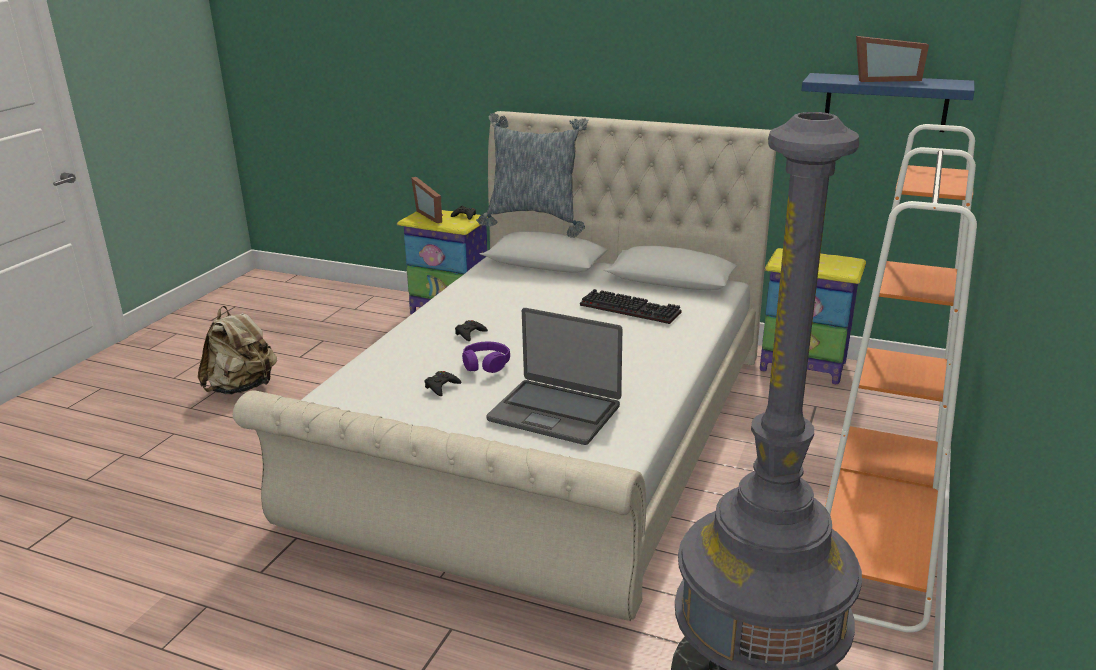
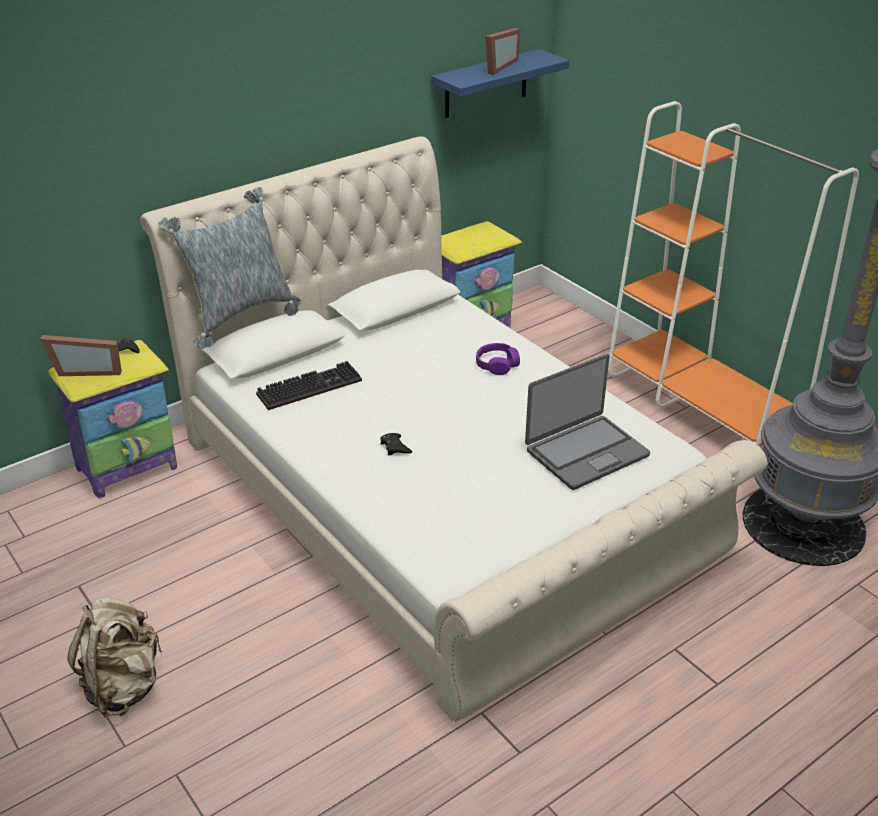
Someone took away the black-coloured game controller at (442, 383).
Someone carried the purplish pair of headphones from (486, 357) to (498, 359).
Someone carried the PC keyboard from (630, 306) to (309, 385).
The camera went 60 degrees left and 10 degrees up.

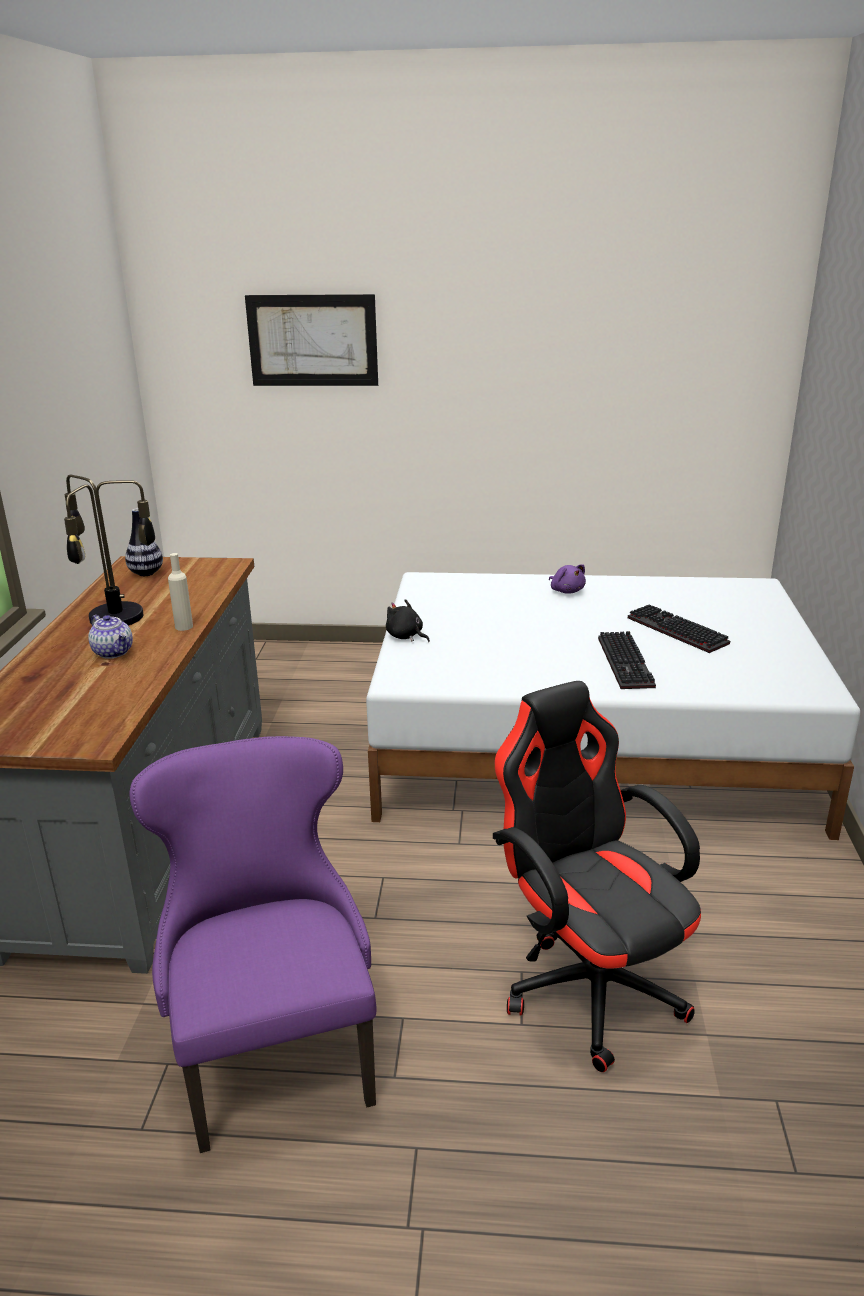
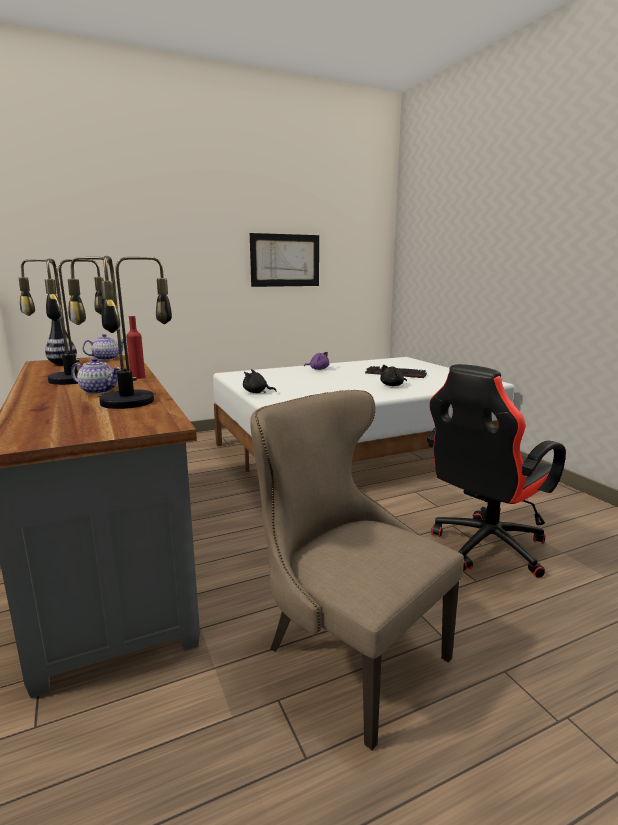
Someone put down the table lamp at (120, 332).
Someone put down the teapot at (103, 347).
Someone carried the picture from (311, 340) to (284, 260).
Someone swapped the PC keyboard at (627, 660) for the black-coloured cuddly toy at (393, 375).
Someone repainted the purplish plain chair at (253, 944), which became the beige-coloured plain chair at (357, 570).
Someone repainted the beige-coloured beverage bottle at (180, 592), which became the reddish beverage bottle at (135, 347).
Someone rotated the black-coloured desk chair at (597, 876) by 75 degrees counterclockwise.
The camera went 30 degrees left and 10 degrees down.

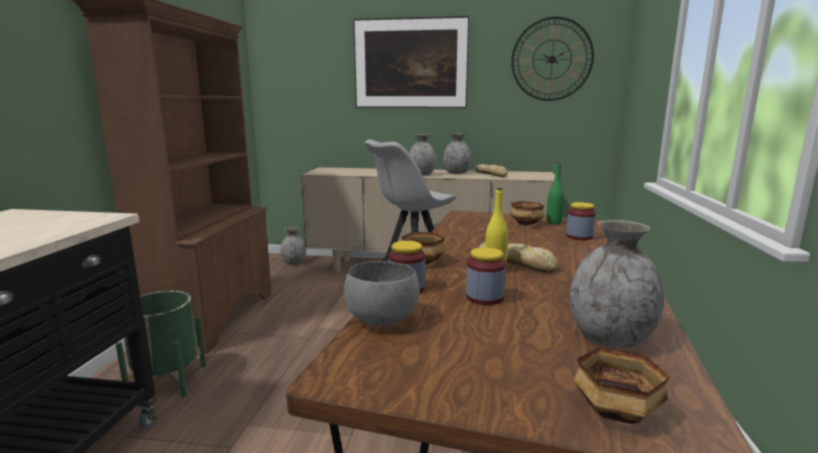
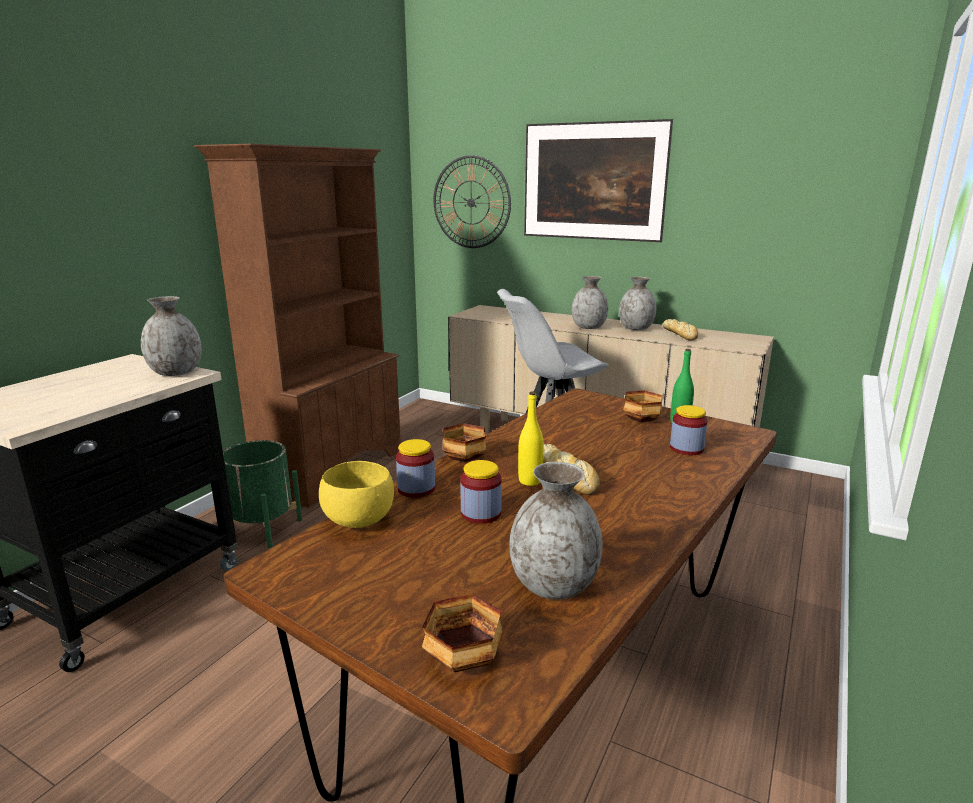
Someone carried the greyish decorative vase from (293, 245) to (171, 336).
Someone carried the clock on the wall from (552, 59) to (472, 201).
Someone repainted the greyish bowl at (382, 293), which became the yellow-coloured bowl at (356, 494).
The camera went 20 degrees right and 5 degrees up.

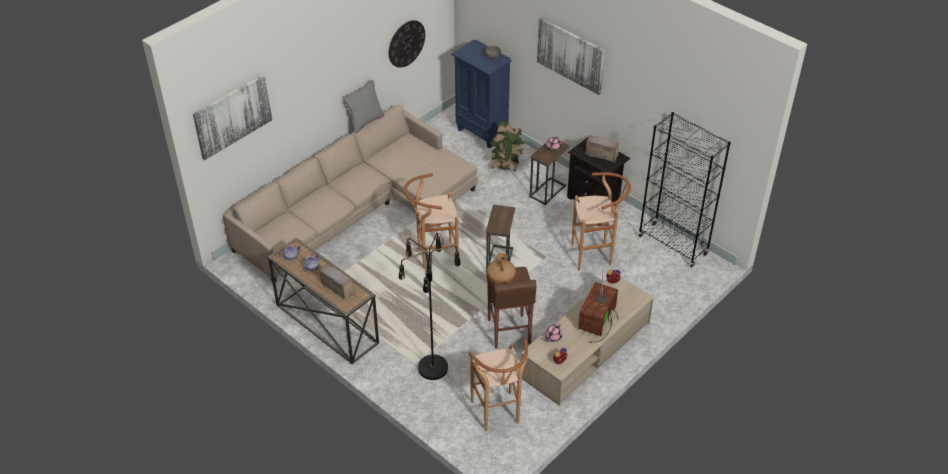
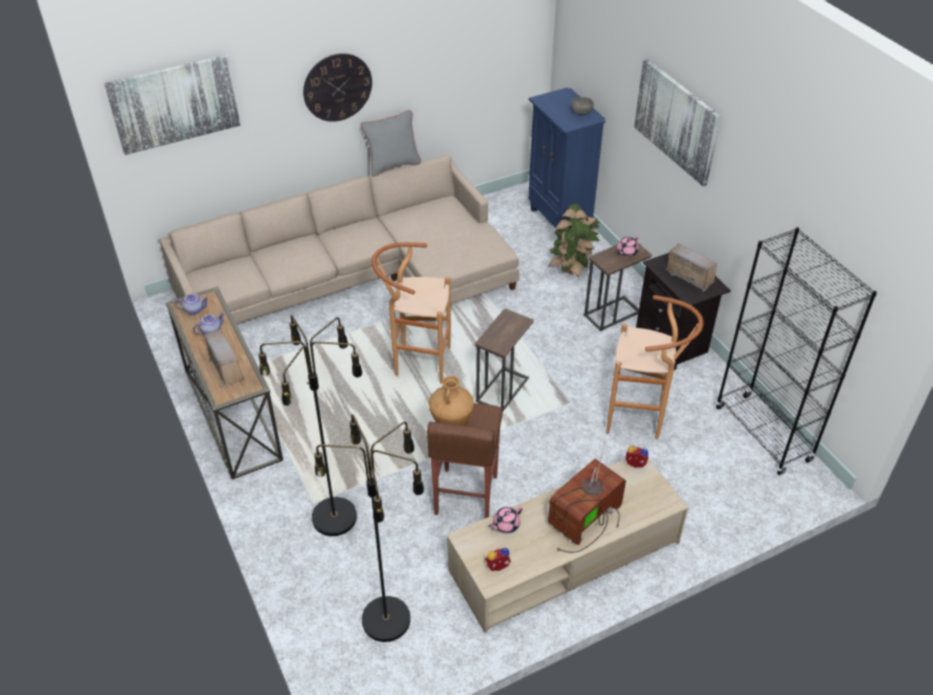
Someone carried the clock on the wall from (407, 44) to (337, 87).
Someone swapped the brownish sitting stool at (498, 385) for the standing lamp at (369, 528).
The camera went 20 degrees right and 0 degrees up.

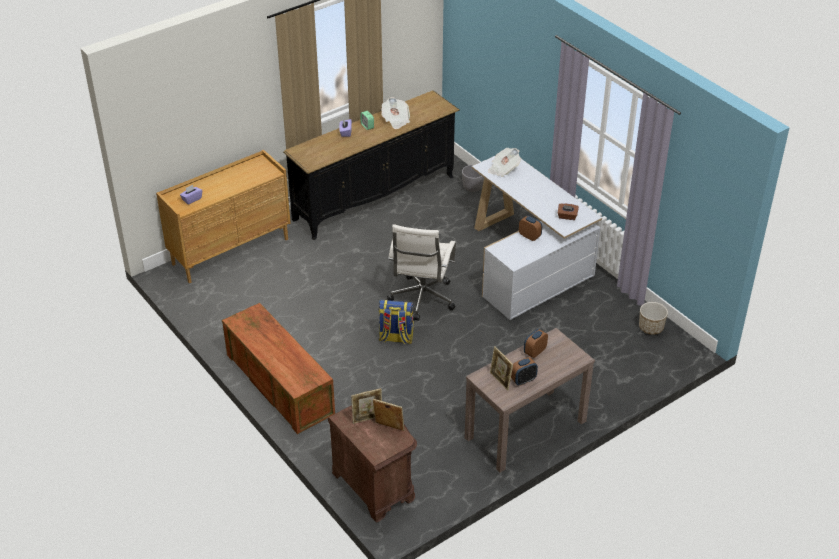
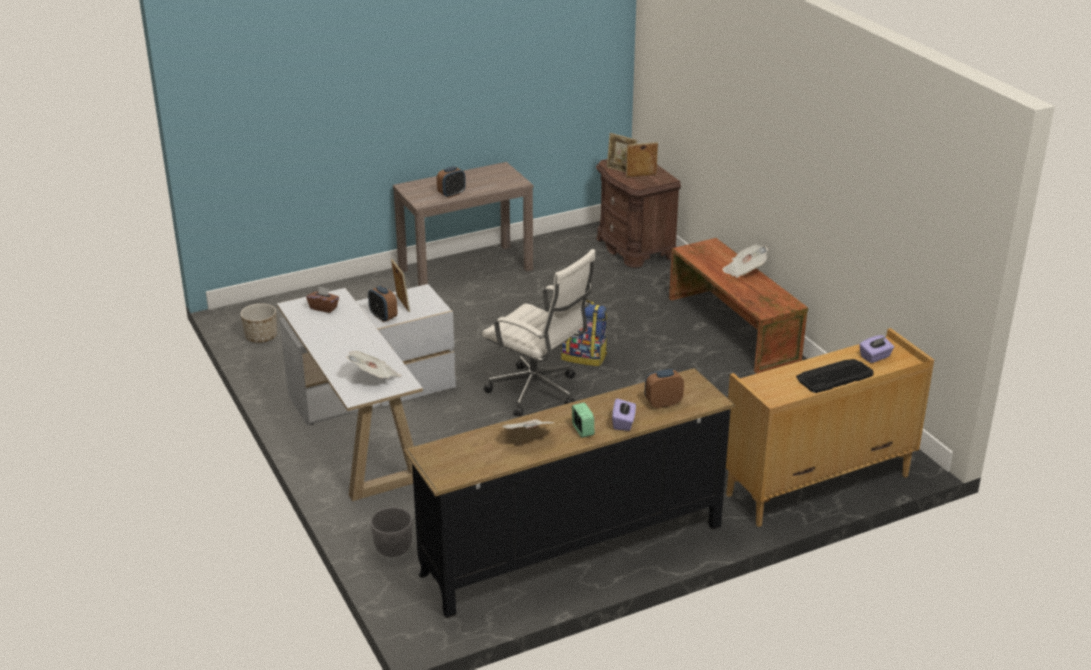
Someone put down the printed paper at (745, 261).
Someone put down the PC keyboard at (835, 376).
Someone carried the picture frame from (501, 368) to (400, 285).
Someone carried the bedside clock from (524, 371) to (664, 388).
Someone rotated the whitish desk chair at (421, 272) by 105 degrees clockwise.
The camera went 170 degrees left and 10 degrees down.

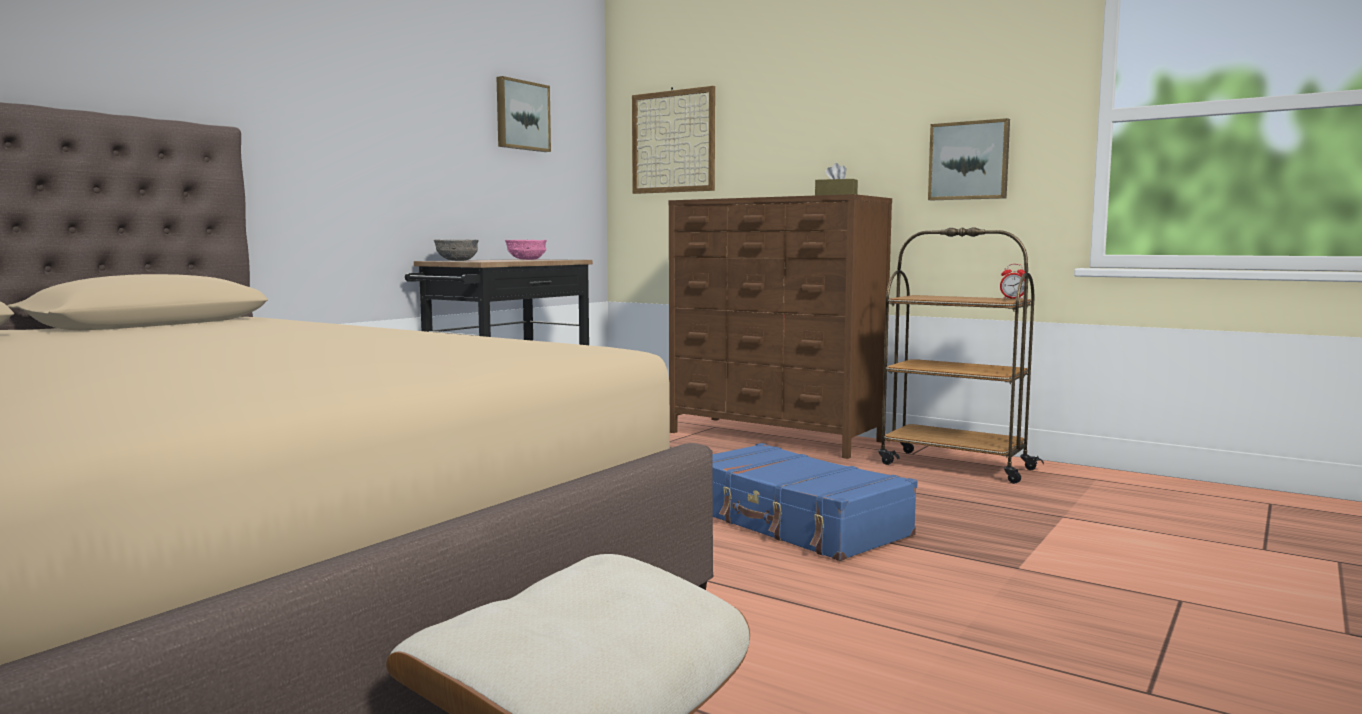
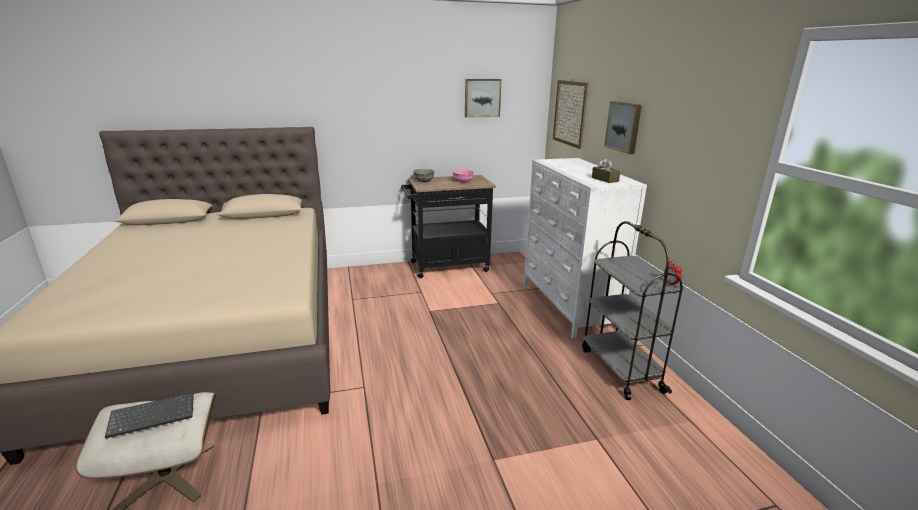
Someone took away the blue-coloured travel case at (815, 502).
Someone put down the PC keyboard at (149, 416).
Someone carried the picture from (969, 159) to (623, 127).
Someone repainted the brownish drawer chest at (780, 326), which became the whitish drawer chest at (585, 248).
Someone repainted the brownish trolley at (961, 355), which became the greyish trolley at (632, 310).
The camera went 40 degrees right and 15 degrees up.

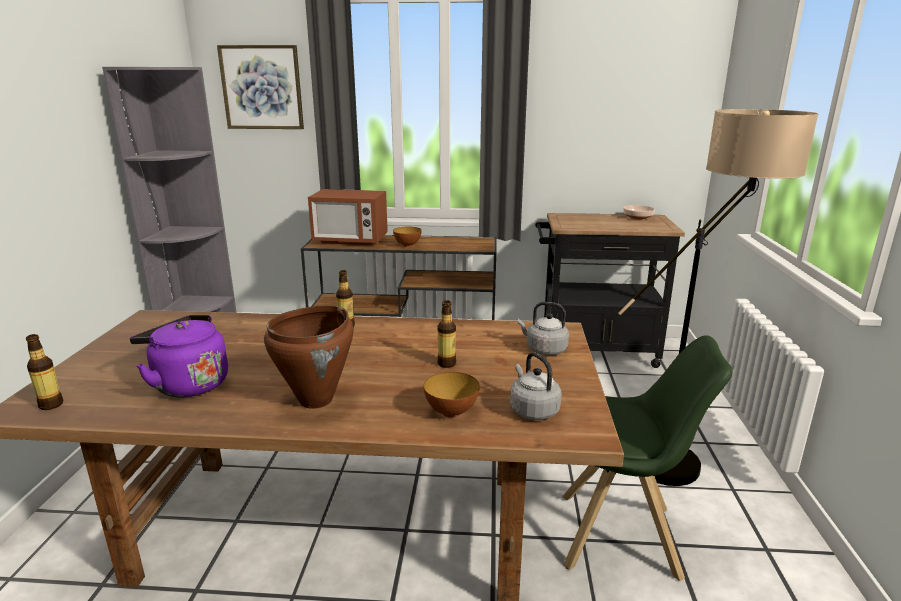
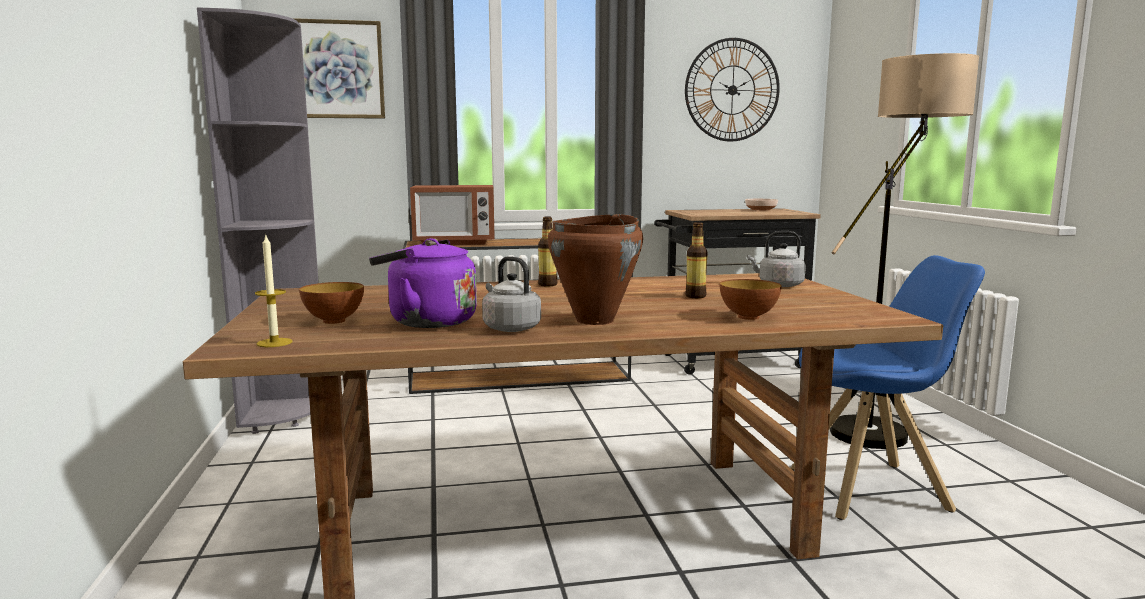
Someone put up the clock on the wall at (732, 90).
Someone carried the bowl from (407, 237) to (331, 303).
Someone carried the greyish kettle from (536, 386) to (511, 294).
Someone swapped the beverage bottle at (44, 372) for the wax candle at (274, 291).
Someone repainted the green-coloured plain chair at (647, 458), which became the blue-coloured plain chair at (888, 387).
The camera went 15 degrees left and 10 degrees down.

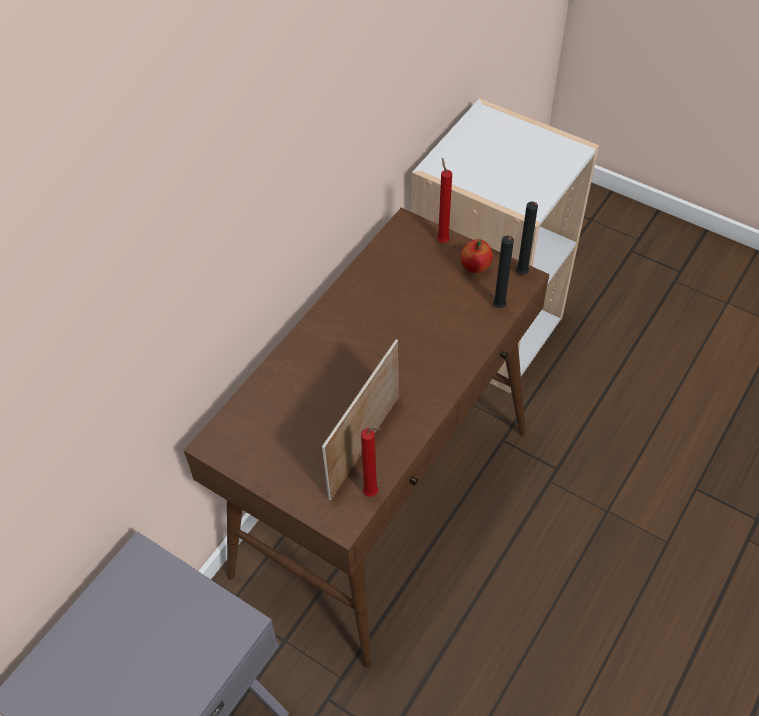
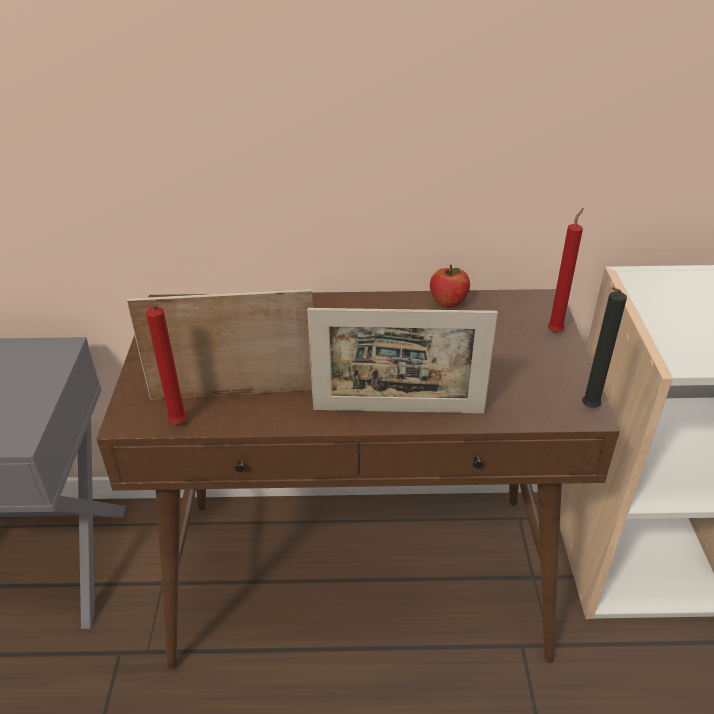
Someone took away the black-coloured wax candle at (503, 272).
Someone put down the picture frame at (402, 360).
Someone carried the apple fruit from (476, 256) to (450, 286).
The camera went 55 degrees right and 15 degrees down.

